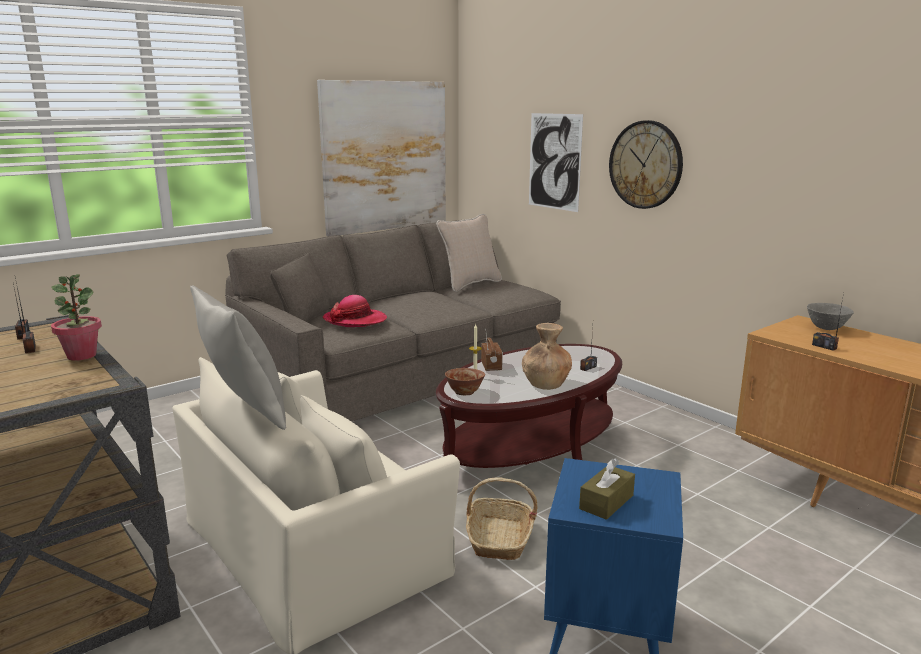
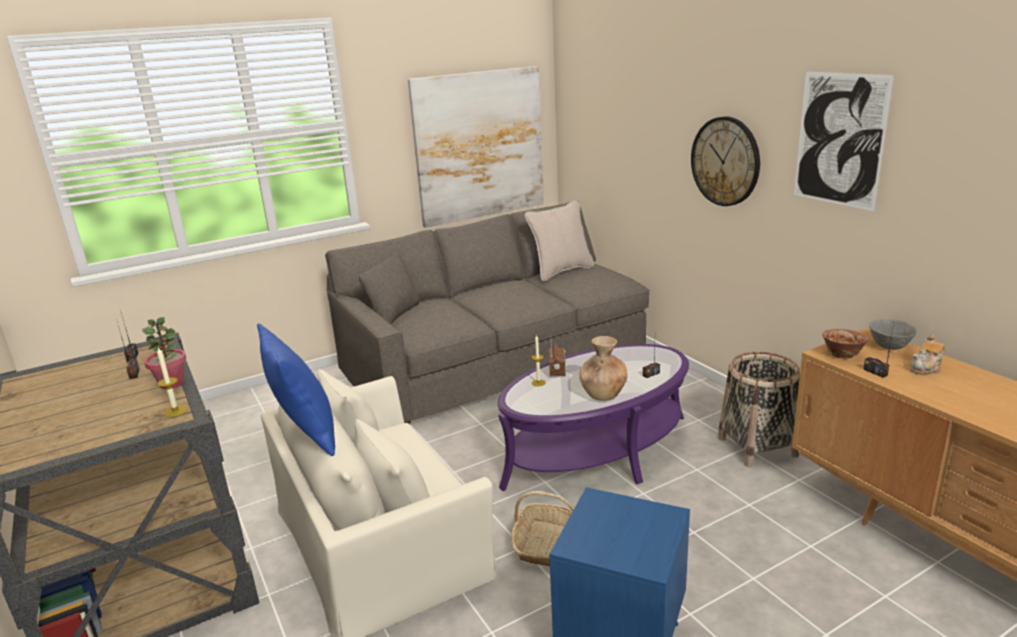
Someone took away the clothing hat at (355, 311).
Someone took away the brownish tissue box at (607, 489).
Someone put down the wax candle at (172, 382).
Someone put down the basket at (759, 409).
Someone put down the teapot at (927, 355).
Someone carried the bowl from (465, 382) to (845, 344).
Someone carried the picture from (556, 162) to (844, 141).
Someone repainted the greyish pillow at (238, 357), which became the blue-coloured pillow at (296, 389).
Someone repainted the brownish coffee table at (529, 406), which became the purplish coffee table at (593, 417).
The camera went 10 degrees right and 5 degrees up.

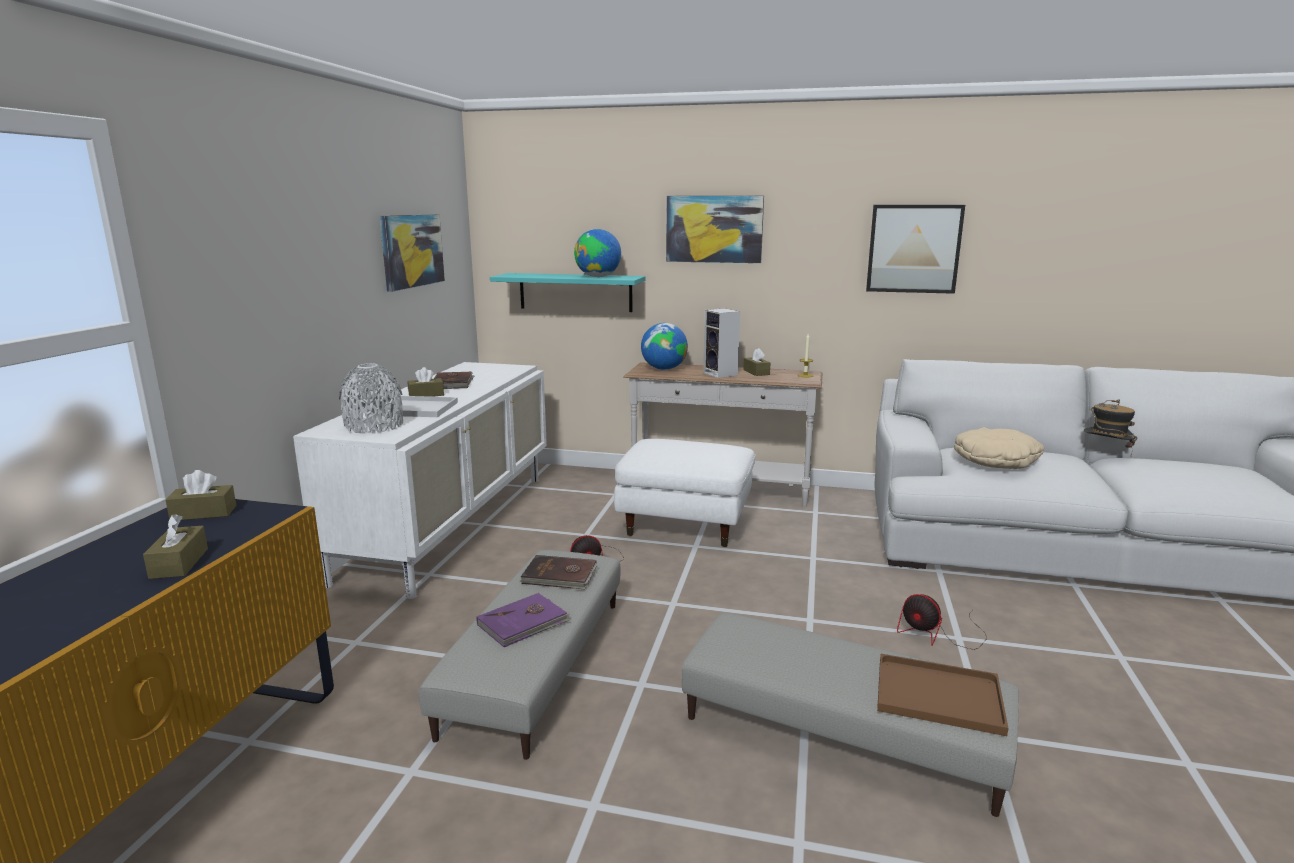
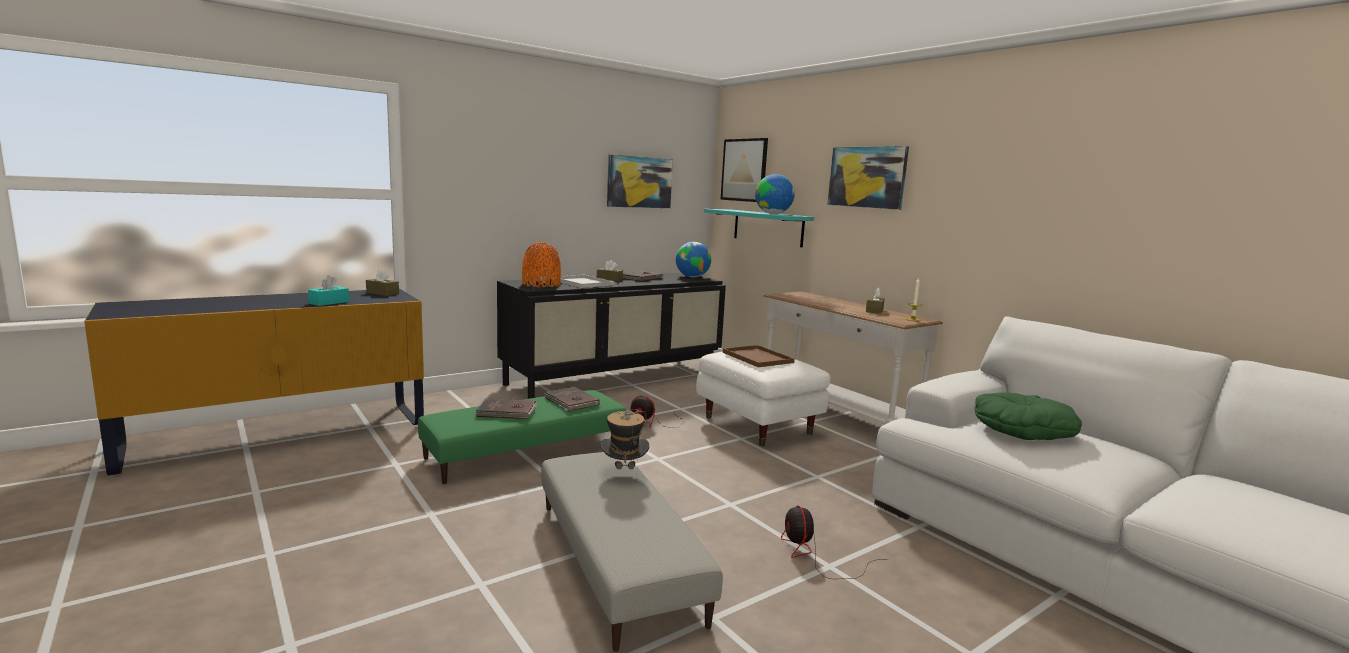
Someone took away the loudspeaker at (721, 343).
Someone carried the desk globe from (664, 346) to (693, 259).
Someone carried the picture from (915, 249) to (744, 170).
Someone carried the brownish carrying tray from (943, 695) to (759, 356).
Someone carried the clothing hat from (1111, 428) to (624, 447).
Someone repainted the brownish tissue box at (175, 546), which became the turquoise-coloured tissue box at (328, 290).
Someone repainted the whitish cabinet at (420, 480), which became the black-coloured cabinet at (611, 336).
Someone repainted the greyish decorative vase at (371, 398), which became the orangey decorative vase at (541, 265).
Someone repainted the greyish footrest at (519, 655), which became the green-coloured footrest at (522, 437).
Someone repainted the purplish volume at (524, 620), which became the brownish volume at (506, 408).
Someone repainted the beige-coloured pillow at (999, 448), which became the green-coloured pillow at (1028, 416).
The camera went 40 degrees right and 5 degrees down.

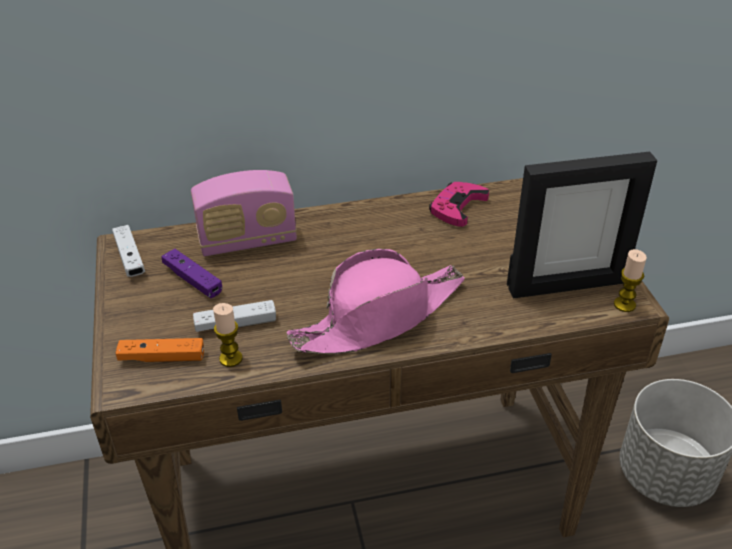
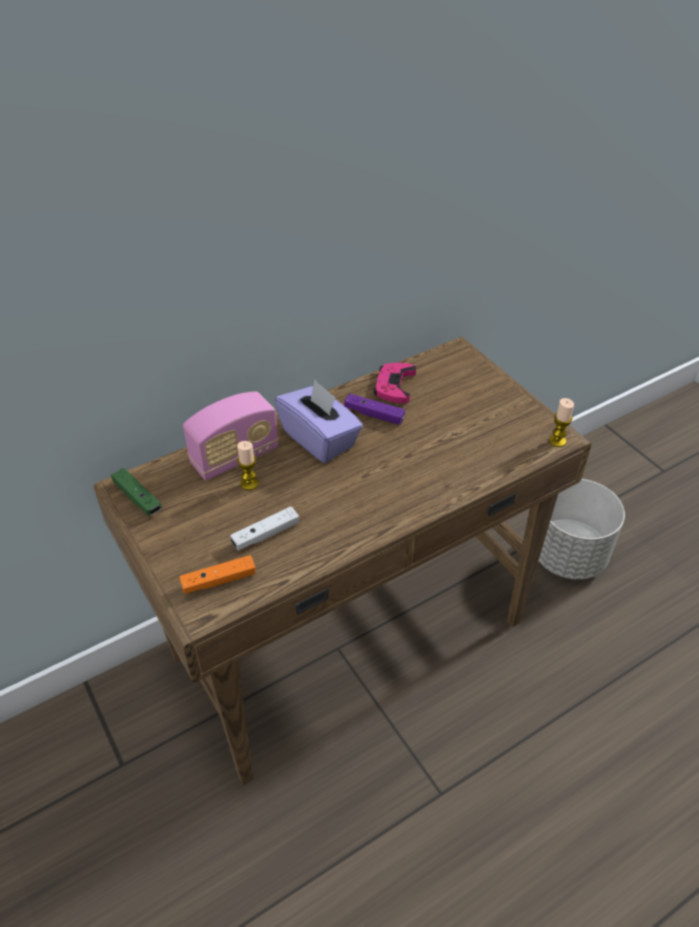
Someone took away the pink-coloured clothing hat at (376, 301).
Someone took away the picture frame at (582, 224).
Someone put down the purplish tissue box at (318, 421).
Someone carried the purplish game controller from (191, 273) to (374, 409).
Someone carried the wax candle from (228, 335) to (248, 465).
Someone repainted the whitish game controller at (128, 251), which became the green-coloured game controller at (136, 492).
The camera went 20 degrees left and 5 degrees up.

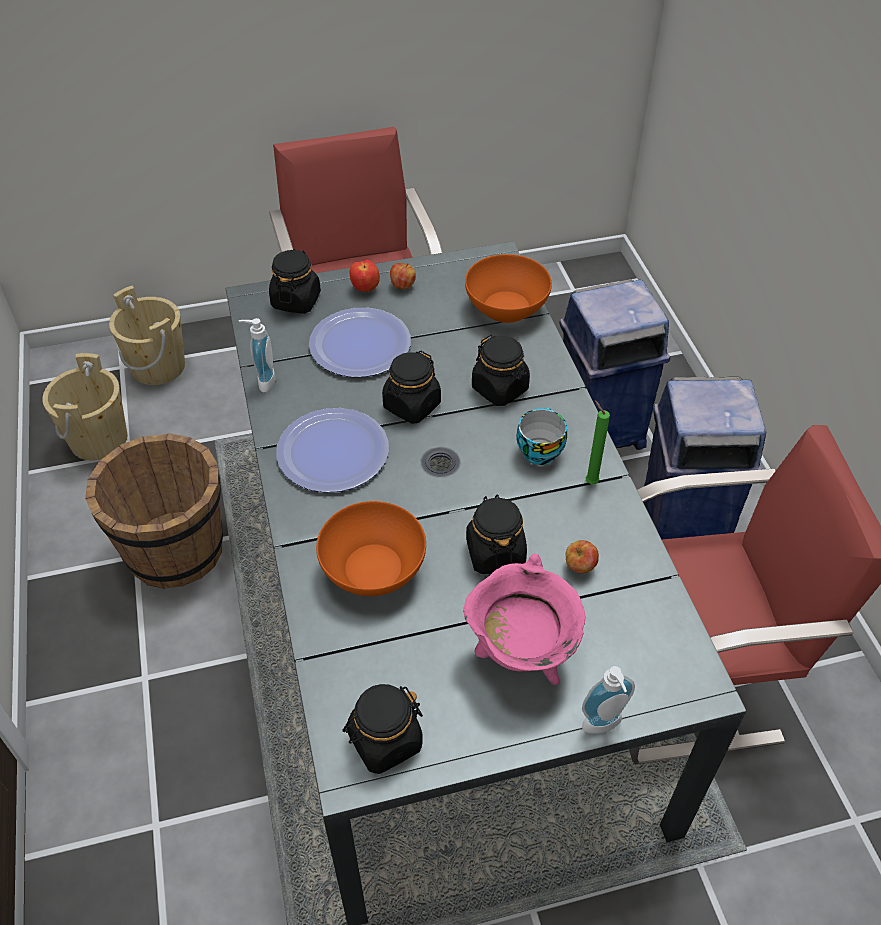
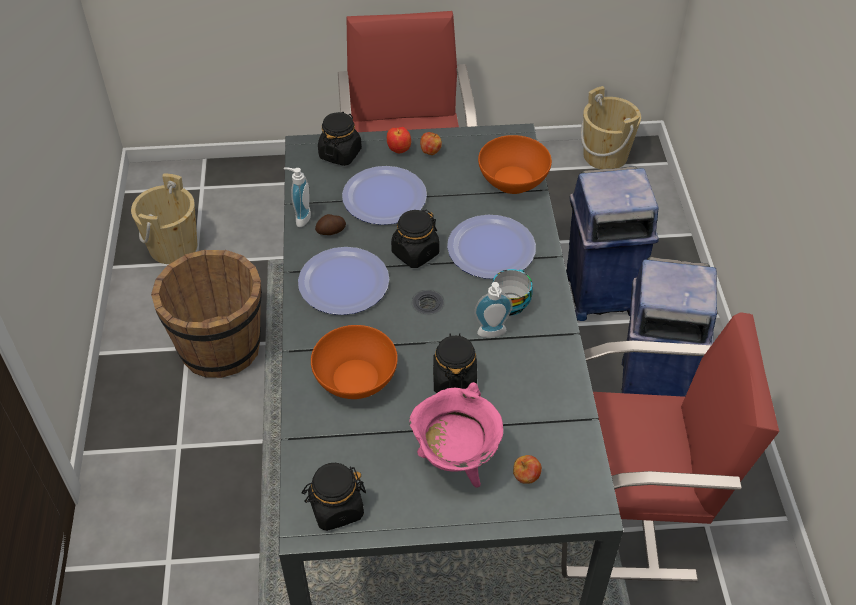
Someone took away the green-coloured wax candle at (598, 442).
Someone put down the whole potato at (330, 224).
Someone carried the beige-coloured pail from (147, 335) to (611, 127).
Someone carried the apple fruit from (582, 557) to (527, 469).
Someone carried the soap bottle from (608, 700) to (493, 310).
Someone swapped the black-coloured preserve jar at (501, 370) for the dinner plate at (491, 247).
The camera went 10 degrees right and 0 degrees up.

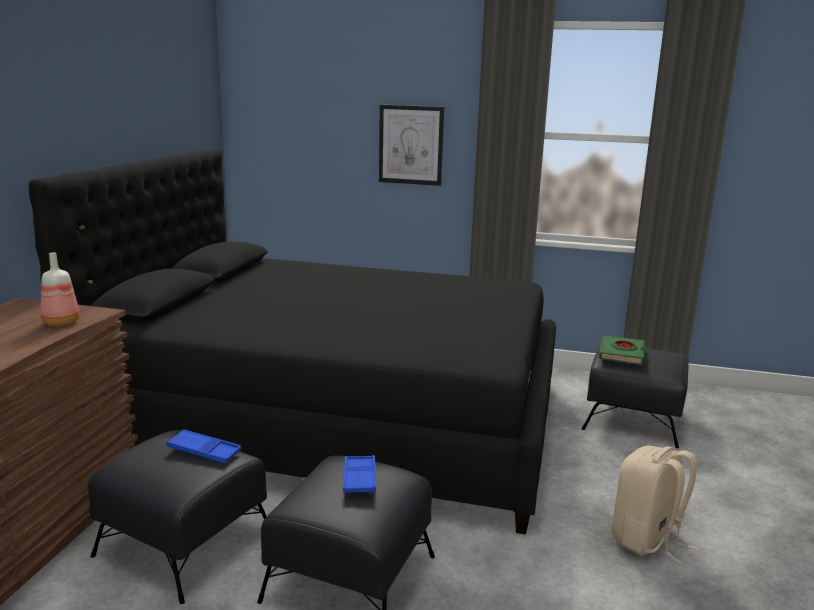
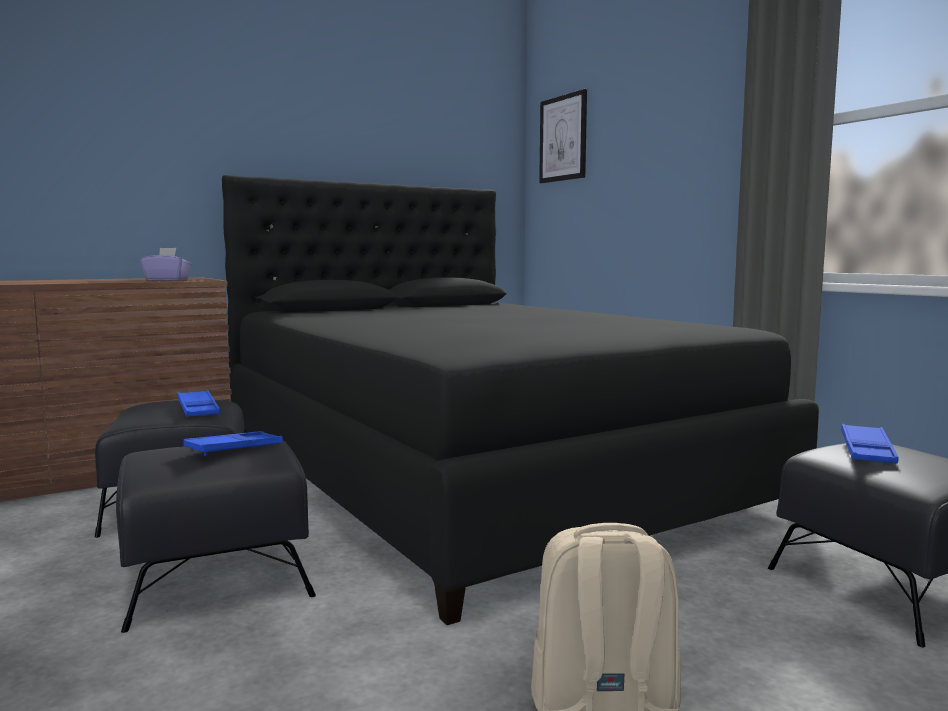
Someone carried the picture from (411, 145) to (563, 136).
Someone swapped the beverage bottle at (60, 289) for the purplish tissue box at (166, 264).
Someone swapped the green-coloured volume at (622, 350) for the blue-coloured carrying tray at (870, 444).
The camera went 45 degrees right and 10 degrees down.

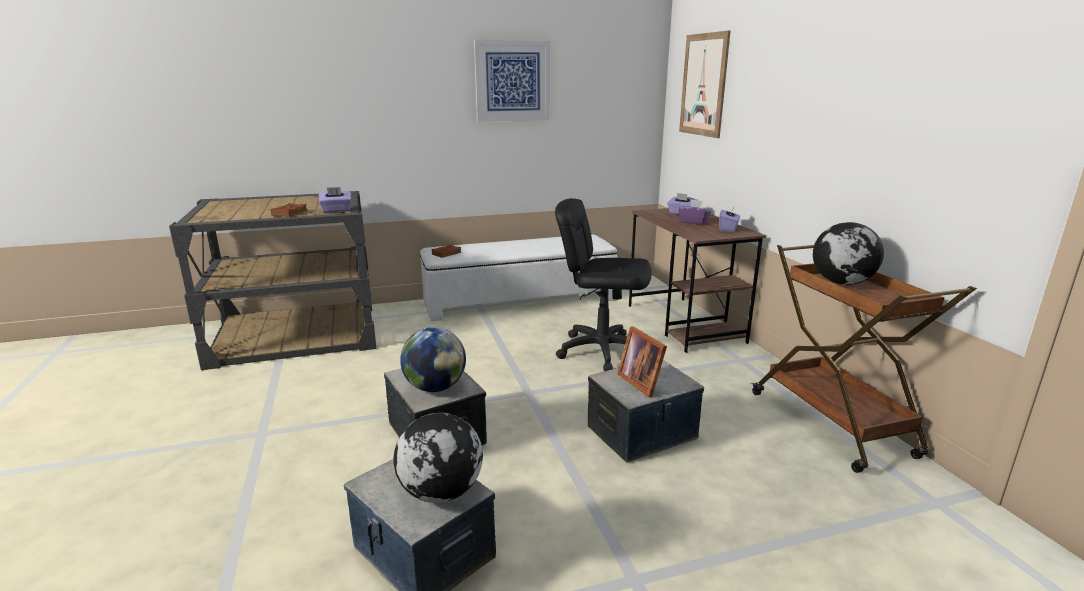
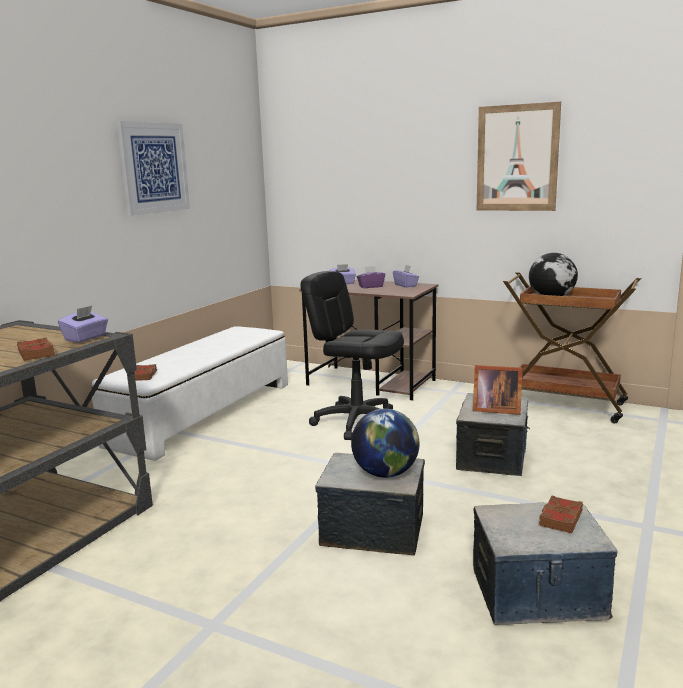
Someone carried the picture from (704, 84) to (519, 156).
Someone swapped the desk globe at (438, 458) for the brownish volume at (561, 514).
Someone rotated the black-coloured desk chair at (603, 284) by 60 degrees clockwise.
The camera went 45 degrees left and 5 degrees down.

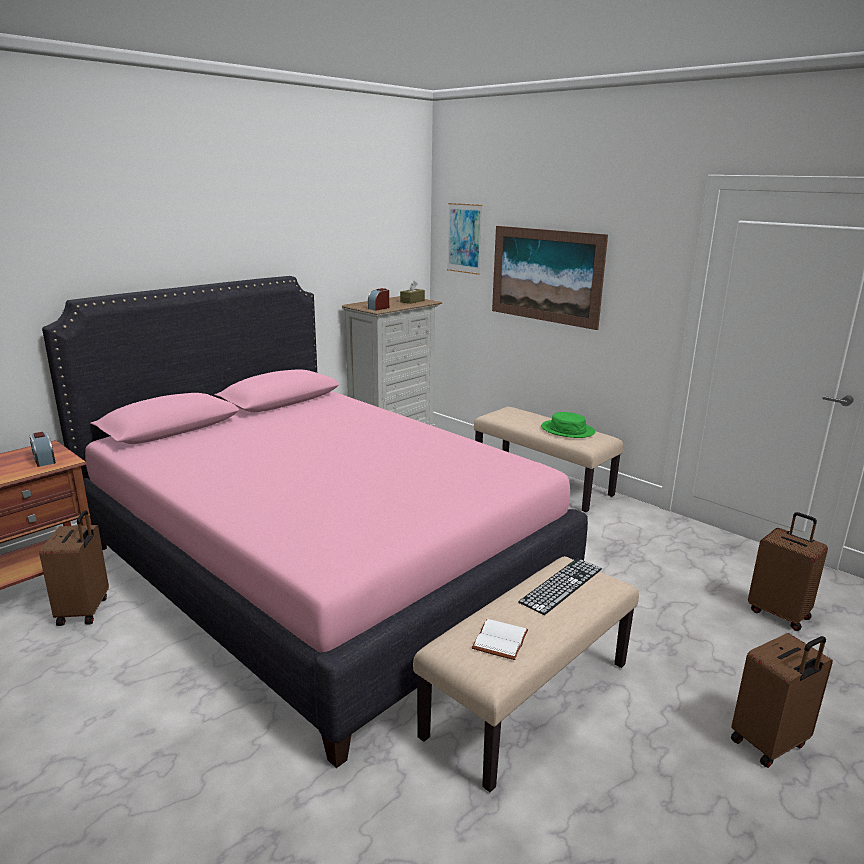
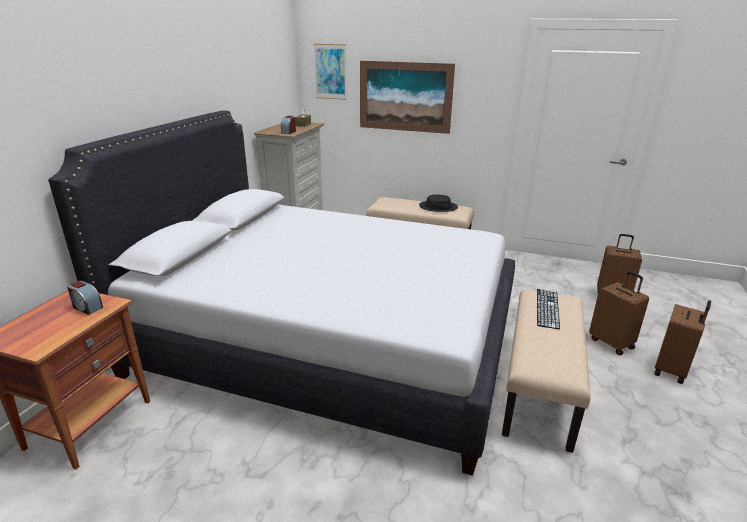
Someone took away the whitish volume at (500, 639).
Someone carried the brownish travel case from (74, 568) to (619, 313).
Someone repainted the pink-coloured sleeping bed at (315, 522), which became the whitish sleeping bed at (281, 293).
Someone repainted the green-coloured clothing hat at (568, 425), which became the black-coloured clothing hat at (438, 203).
The camera went 25 degrees left and 5 degrees up.

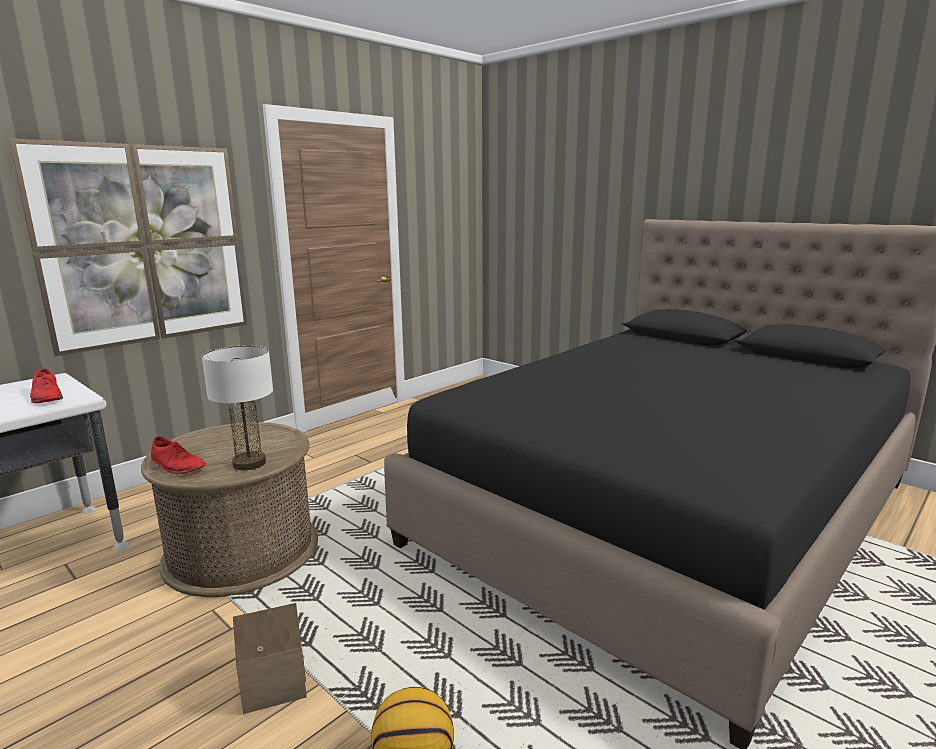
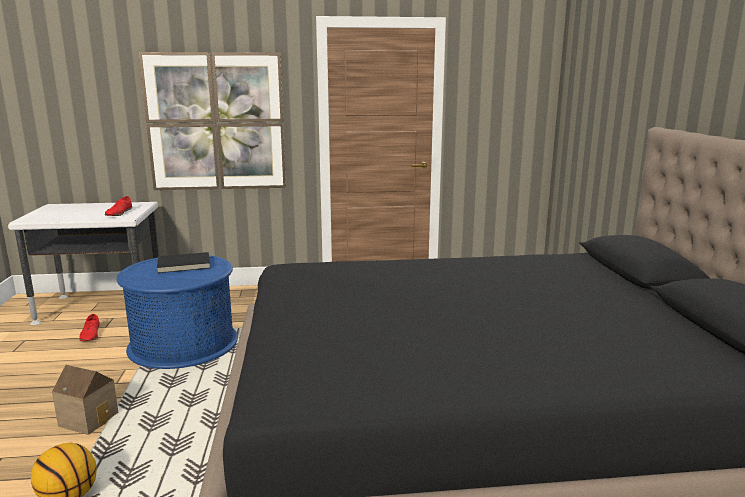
Someone took away the table lamp at (237, 407).
Someone put down the black-coloured volume at (183, 262).
Someone carried the reddish item of footwear from (178, 455) to (90, 327).
Someone repainted the brownish coffee table at (229, 509), which became the blue-coloured coffee table at (177, 312).
The camera went 40 degrees right and 0 degrees up.

